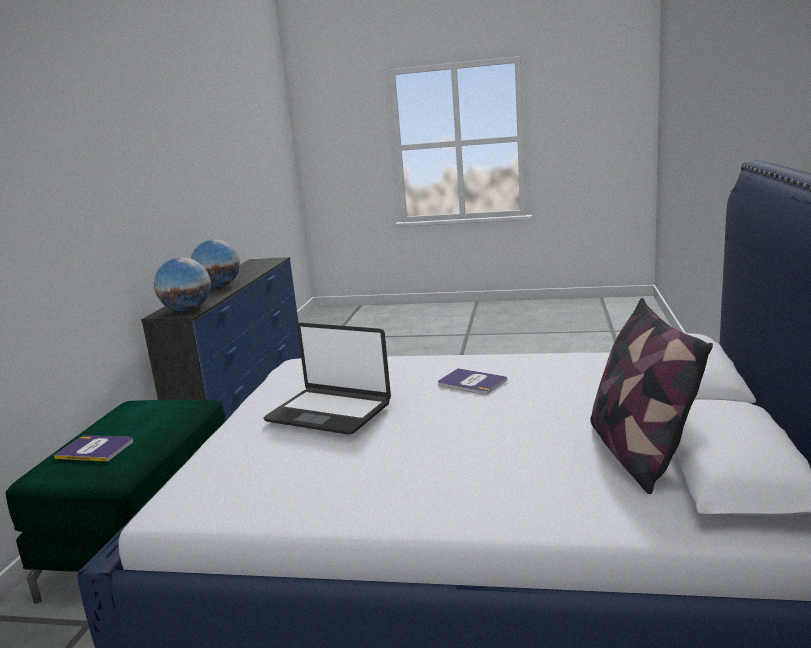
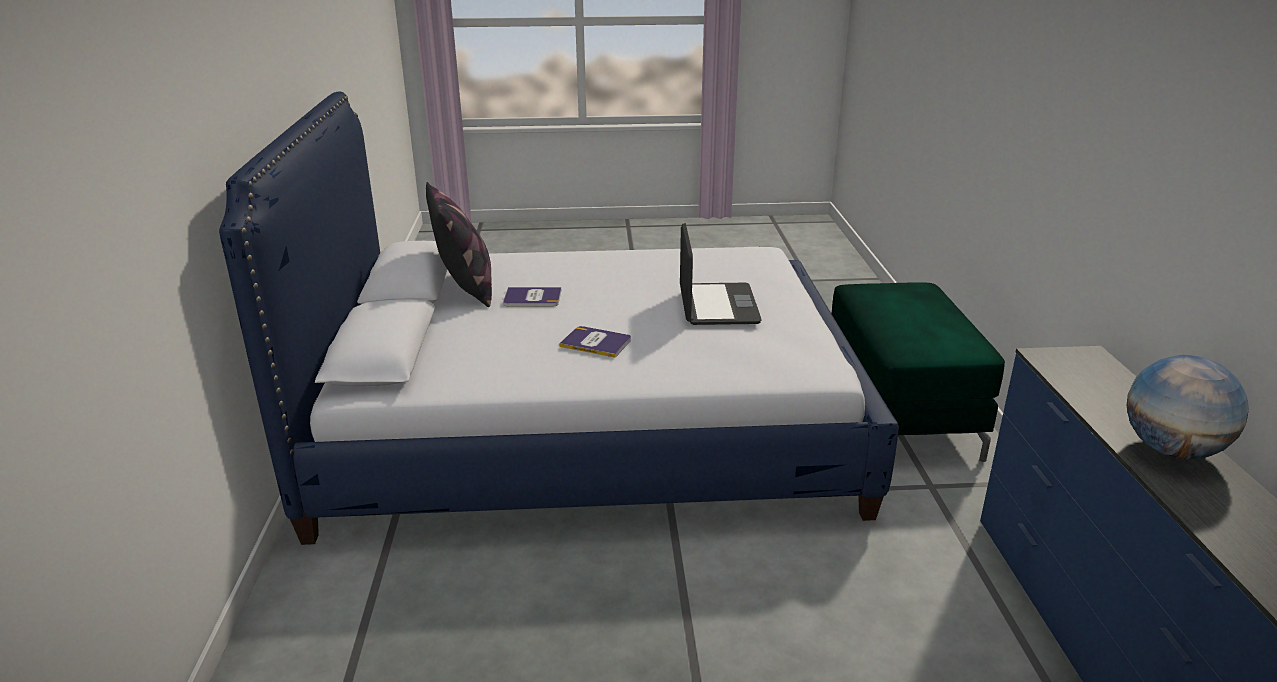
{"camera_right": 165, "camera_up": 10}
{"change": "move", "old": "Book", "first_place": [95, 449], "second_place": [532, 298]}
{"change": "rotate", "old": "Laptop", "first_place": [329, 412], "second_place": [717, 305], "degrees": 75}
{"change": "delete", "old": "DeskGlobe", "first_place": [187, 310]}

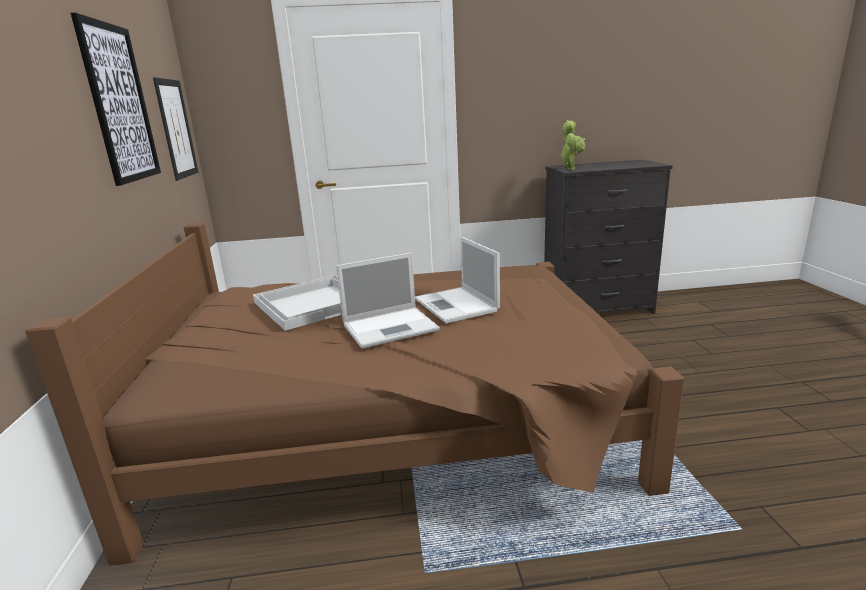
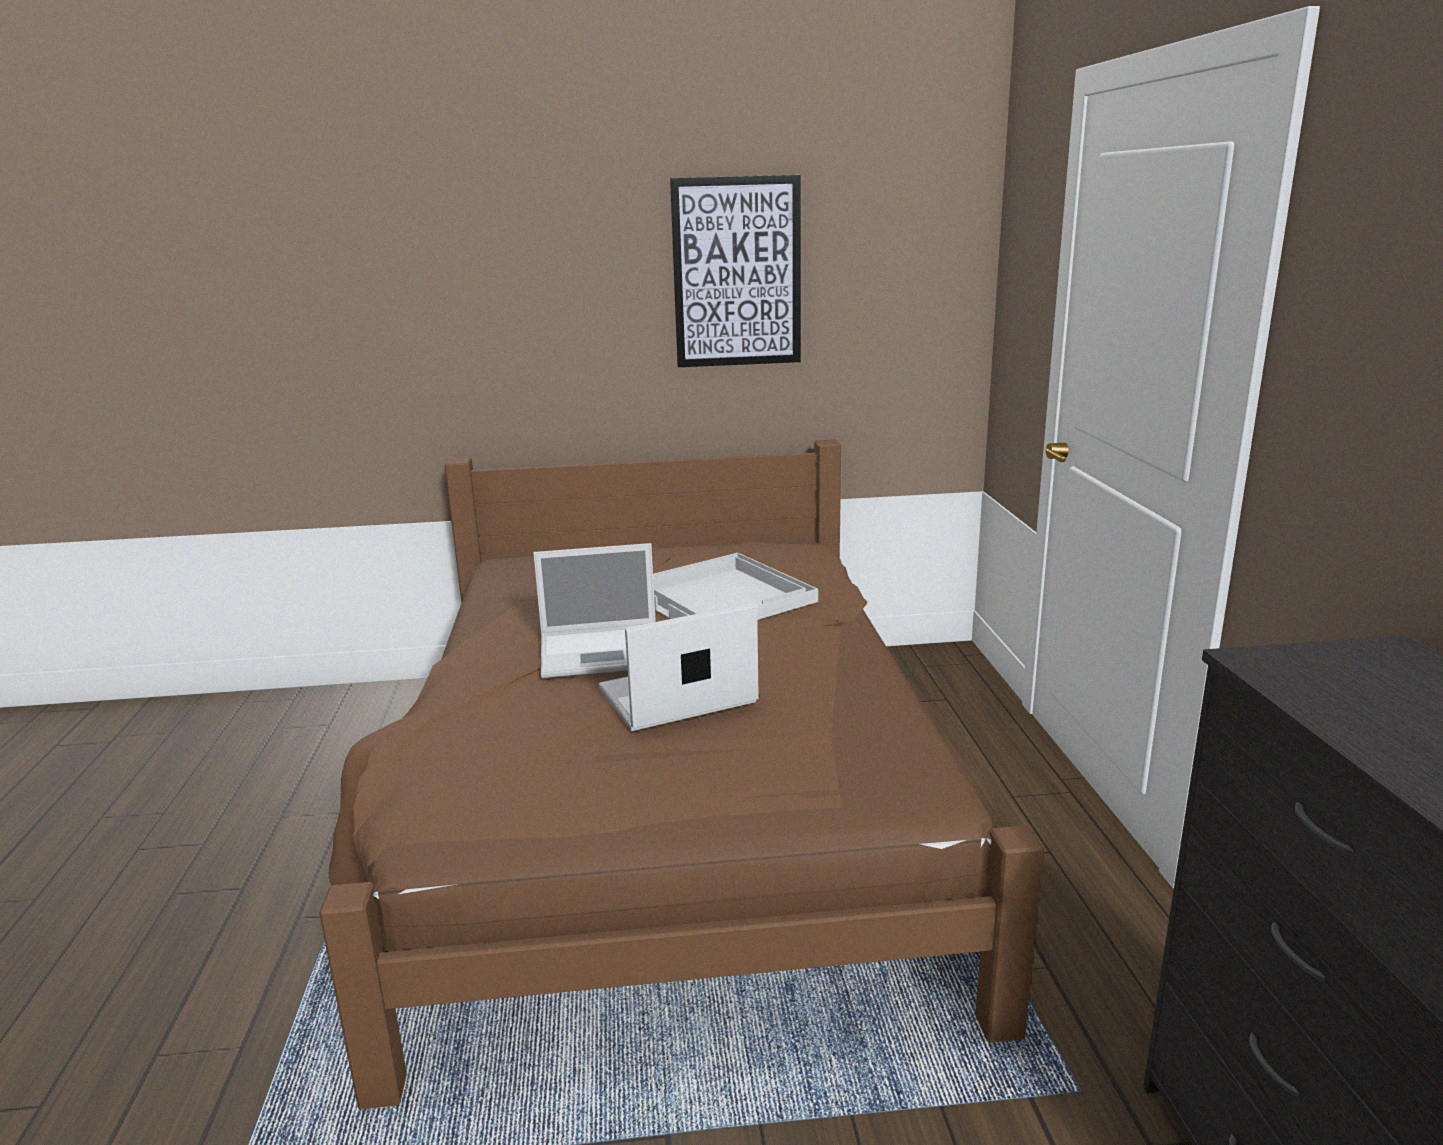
{"camera_right": 90, "camera_up": 0}
{"change": "rotate", "old": "Laptop", "first_place": [392, 327], "second_place": [604, 652], "degrees": -75}
{"change": "delete", "old": "WallPicture", "first_place": [176, 129]}
{"change": "delete", "old": "PottedPlant", "first_place": [570, 169]}

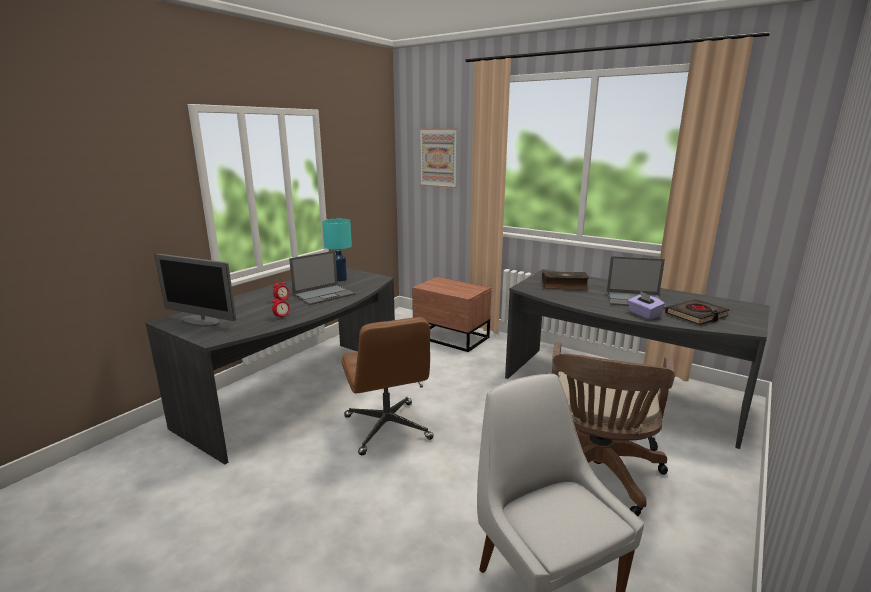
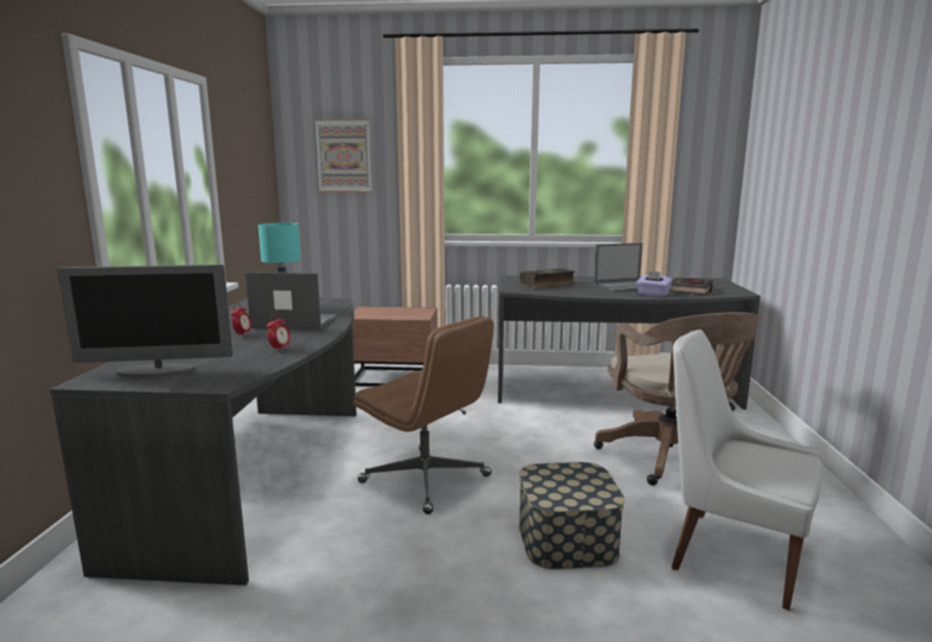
{"camera_right": -30, "camera_up": -5}
{"change": "rotate", "old": "Laptop", "first_place": [324, 294], "second_place": [293, 322], "degrees": -105}
{"change": "insert", "new": "StorageContainer", "second_place": [567, 539]}

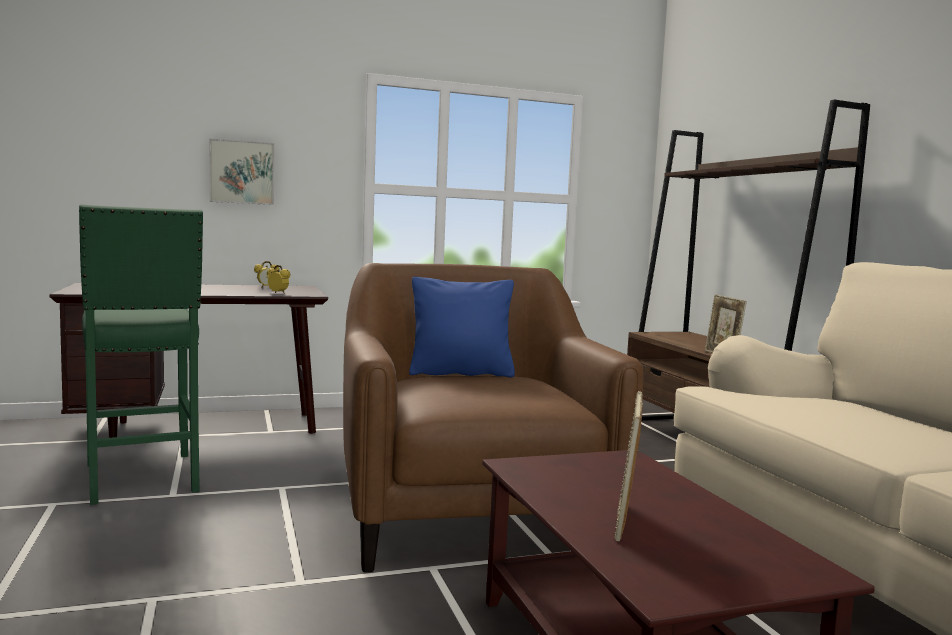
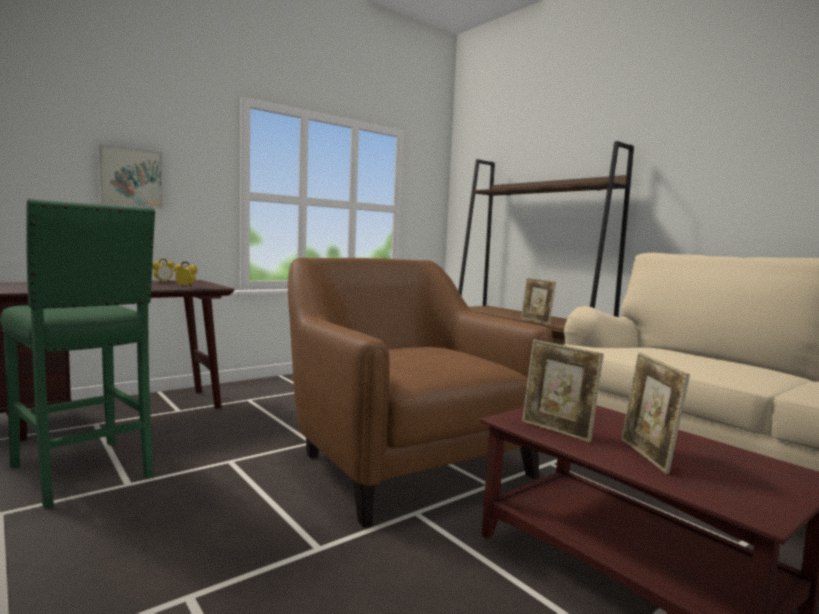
{"camera_right": -20, "camera_up": 0}
{"change": "insert", "new": "StandingFrame", "second_place": [557, 431]}
{"change": "delete", "old": "BlueColouredCushion", "first_place": [461, 373]}

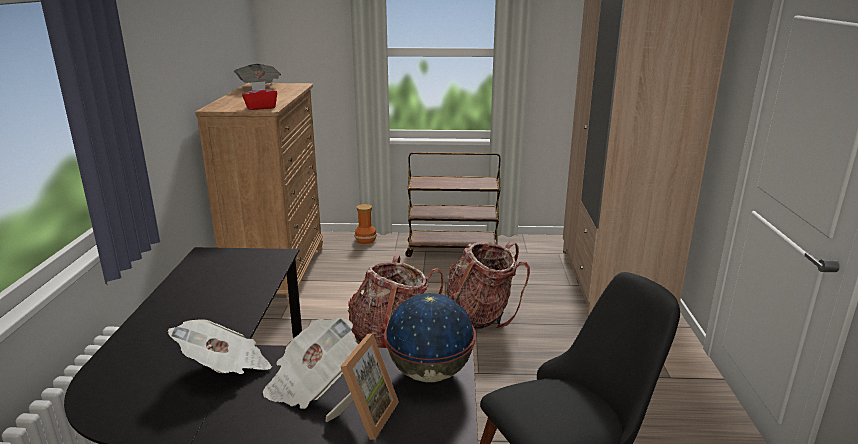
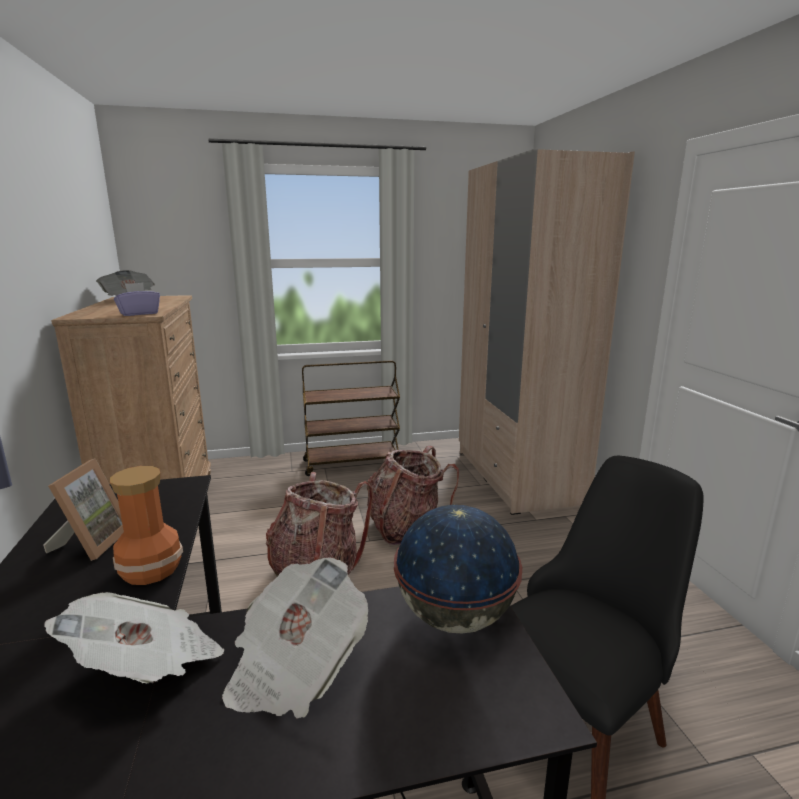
{"camera_right": -15, "camera_up": -5}
{"change": "move", "old": "StandingFrame", "first_place": [365, 416], "second_place": [92, 542]}
{"change": "move", "old": "Vase", "first_place": [365, 240], "second_place": [150, 570]}
{"change": "recolor", "old": "RedColouredTissueHolder", "new": "PurpleTissueHolder", "first_place": [260, 107], "second_place": [139, 314]}

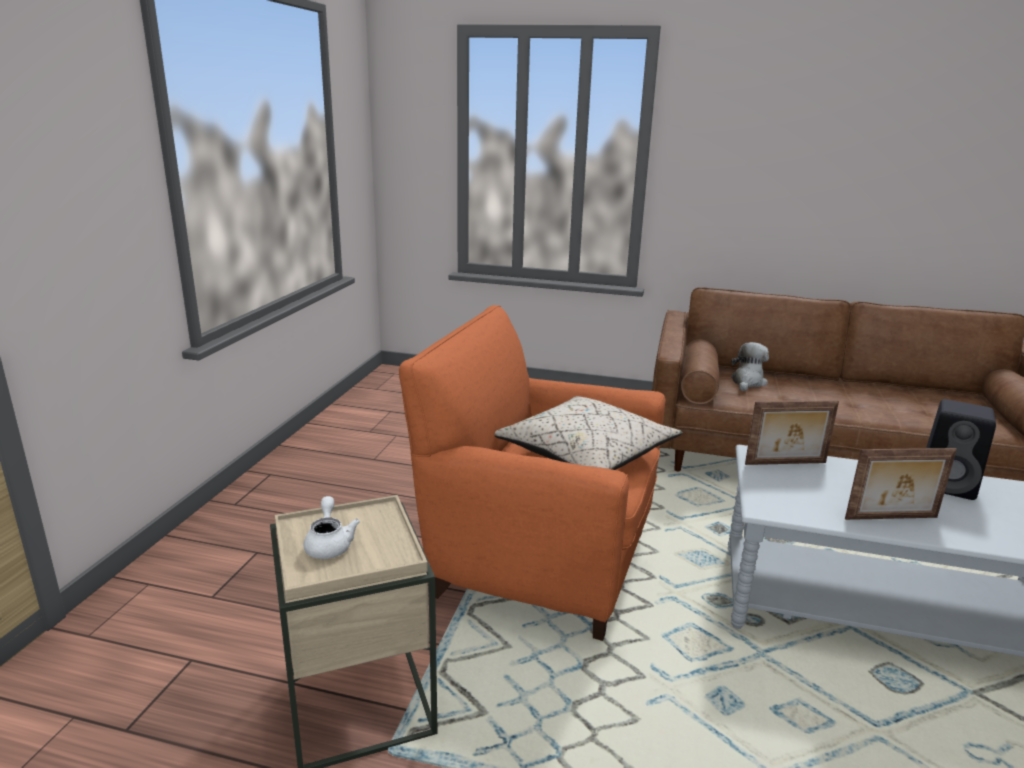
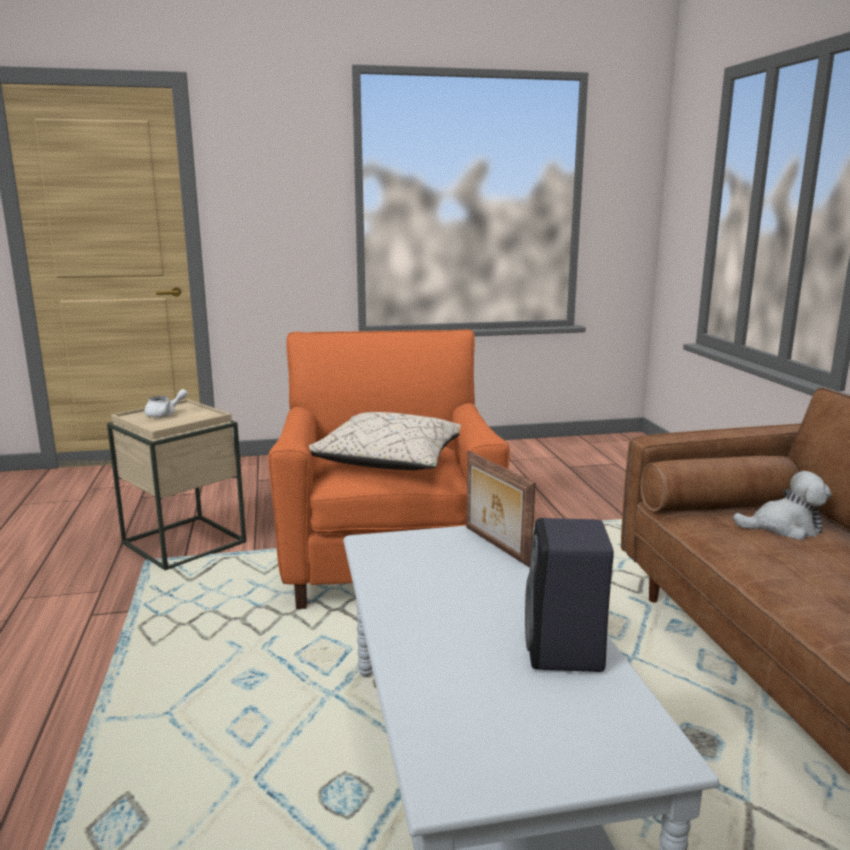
{"camera_right": 65, "camera_up": -5}
{"change": "delete", "old": "StandingFrame", "first_place": [892, 519]}

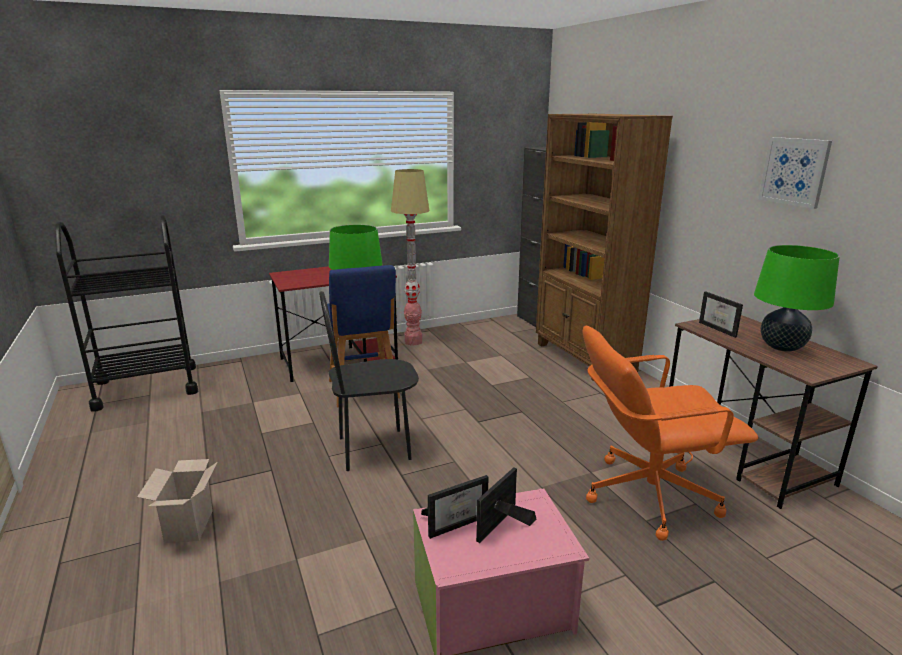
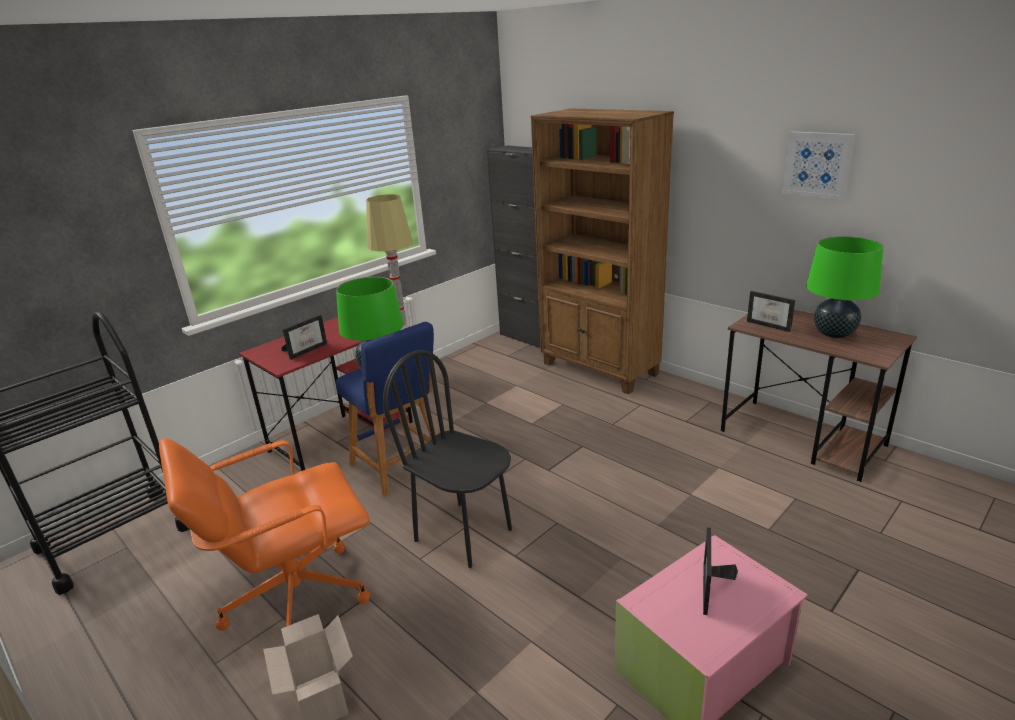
{"camera_right": -20, "camera_up": 5}
{"change": "move", "old": "OrangeColouredOfficeChair", "first_place": [648, 495], "second_place": [294, 597]}
{"change": "move", "old": "StandingFrame", "first_place": [456, 522], "second_place": [306, 350]}
{"change": "rotate", "old": "BlackishChair", "first_place": [374, 449], "second_place": [464, 534], "degrees": 75}

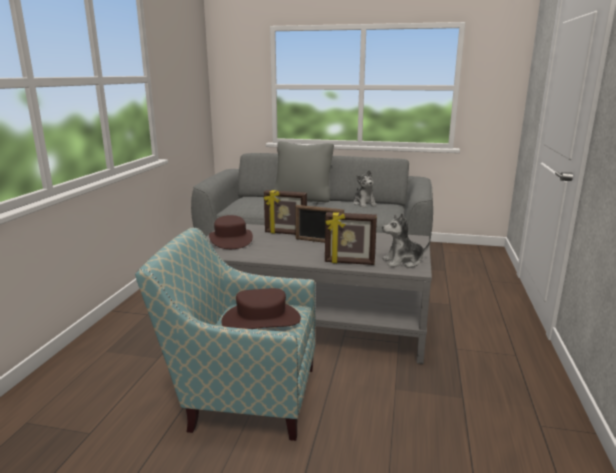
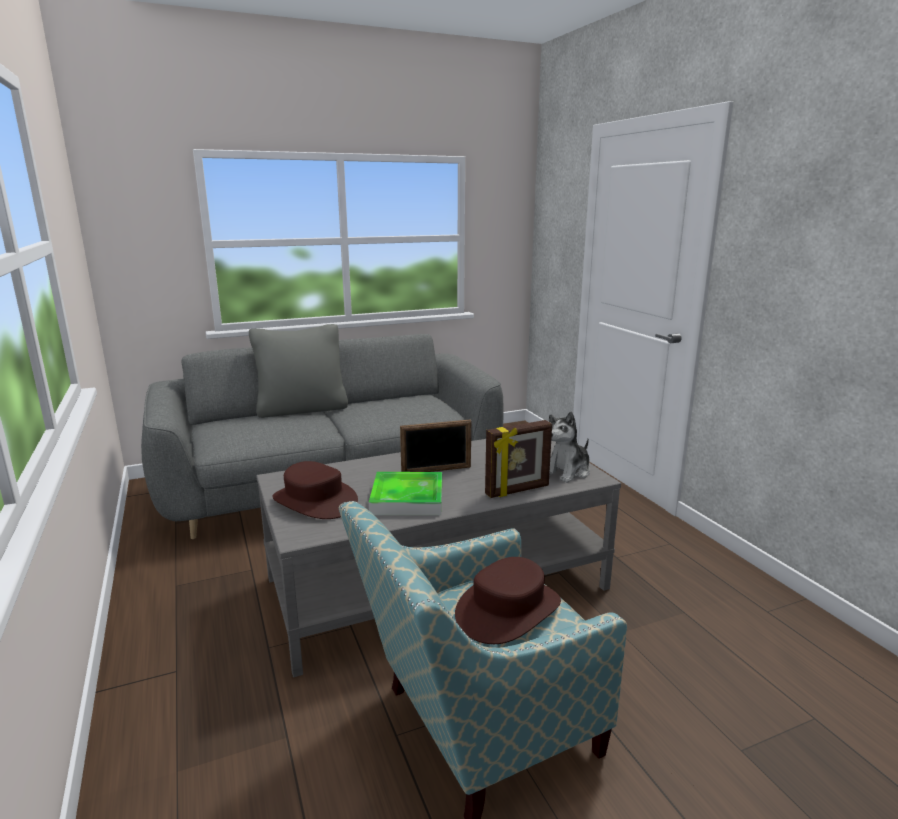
{"camera_right": -35, "camera_up": 0}
{"change": "insert", "new": "ServingTray", "second_place": [407, 498]}
{"change": "delete", "old": "StandingFrame", "first_place": [285, 233]}
{"change": "delete", "old": "CuddlyToy", "first_place": [364, 204]}

